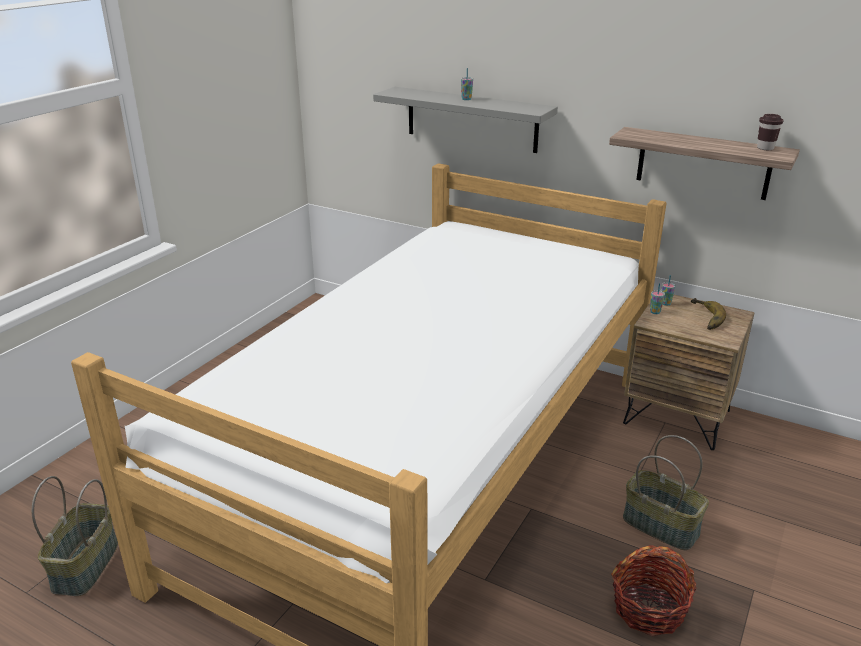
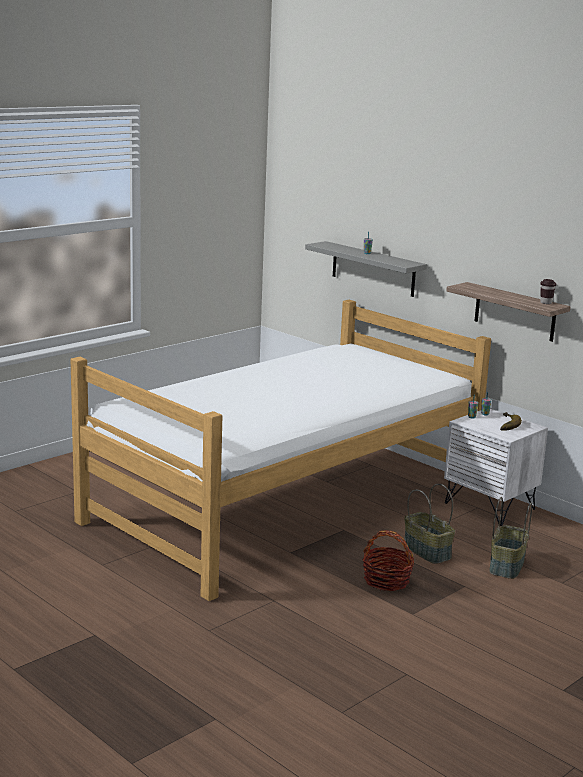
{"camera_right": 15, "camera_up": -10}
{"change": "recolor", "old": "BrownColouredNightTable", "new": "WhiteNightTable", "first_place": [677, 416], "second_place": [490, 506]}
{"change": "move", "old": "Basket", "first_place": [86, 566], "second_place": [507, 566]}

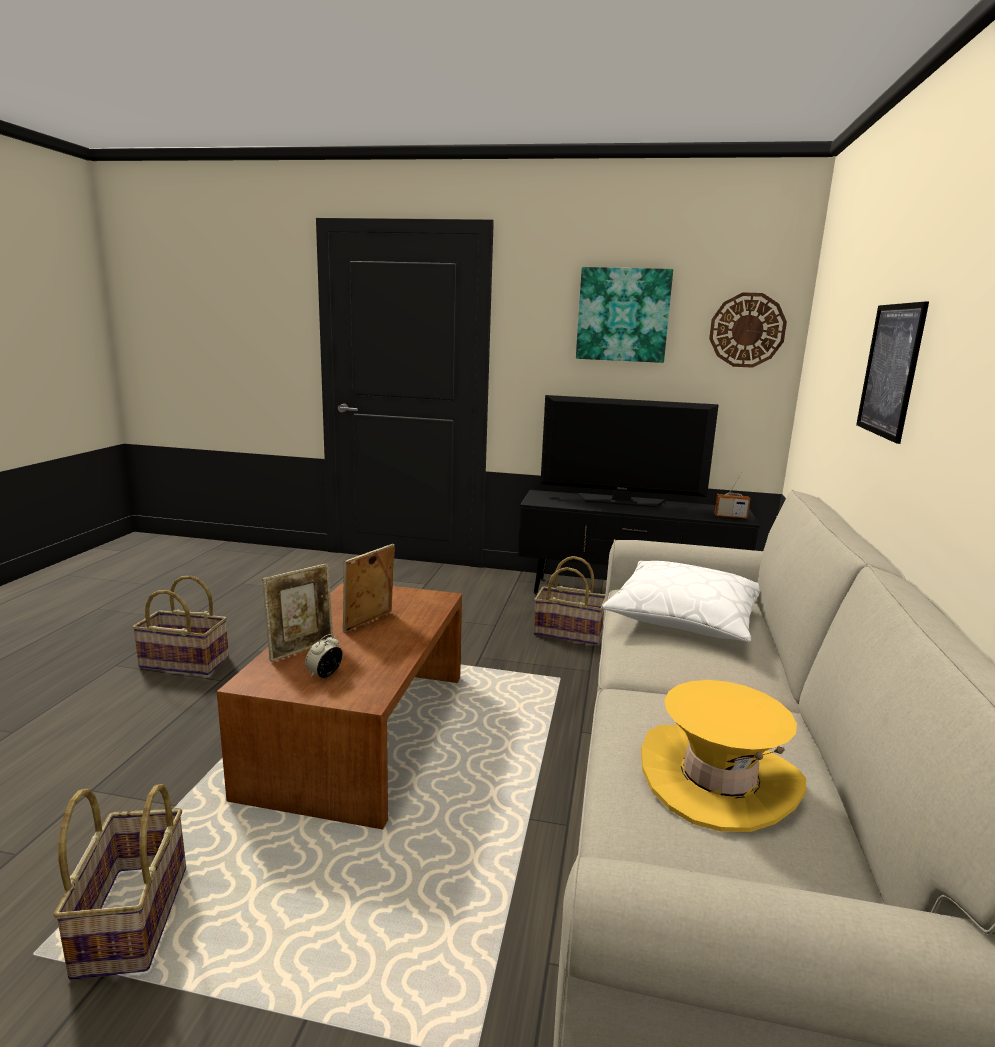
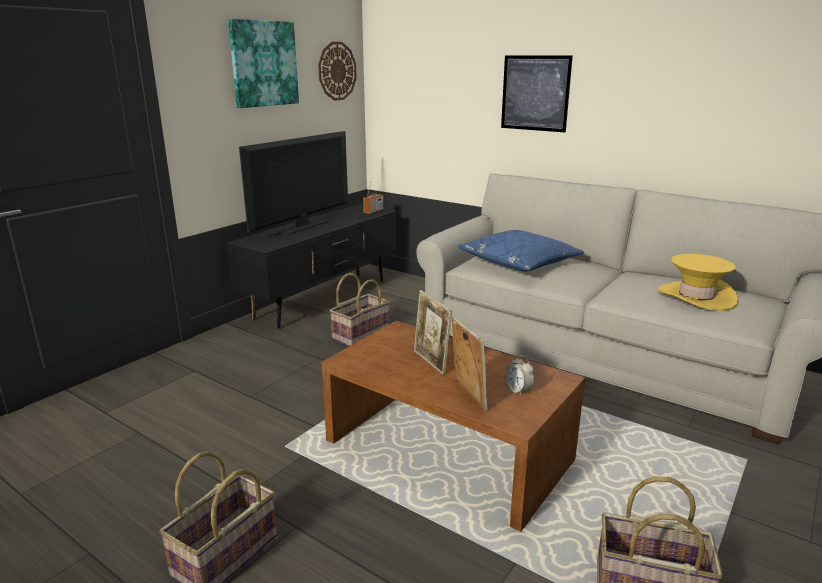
{"camera_right": -65, "camera_up": 5}
{"change": "recolor", "old": "WhiteCushion", "new": "BlueColouredCushion", "first_place": [685, 616], "second_place": [519, 262]}

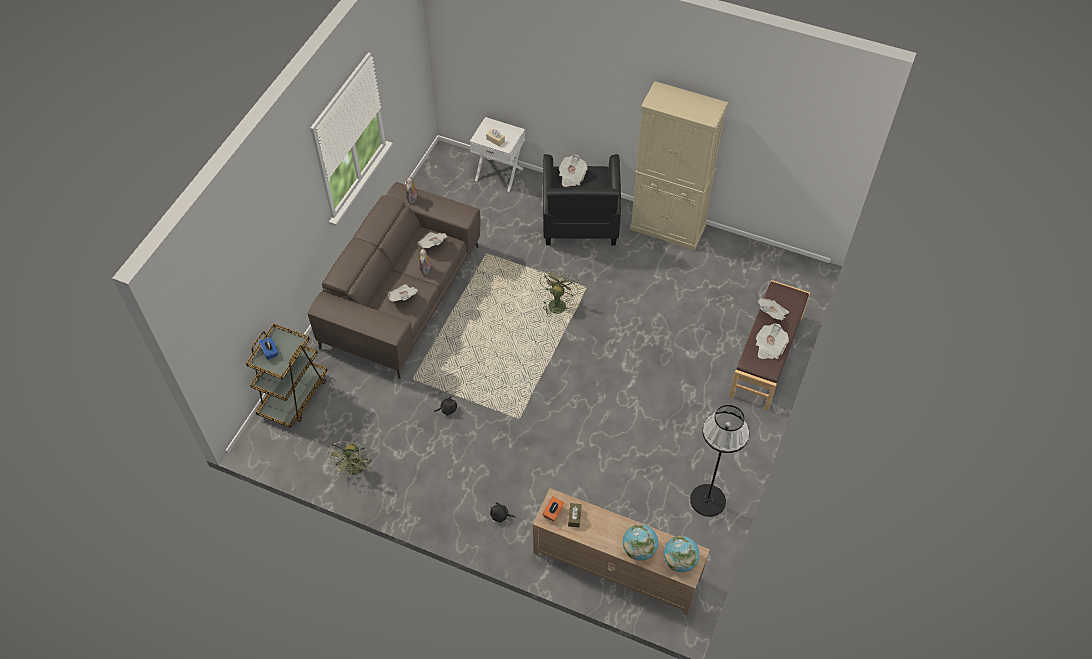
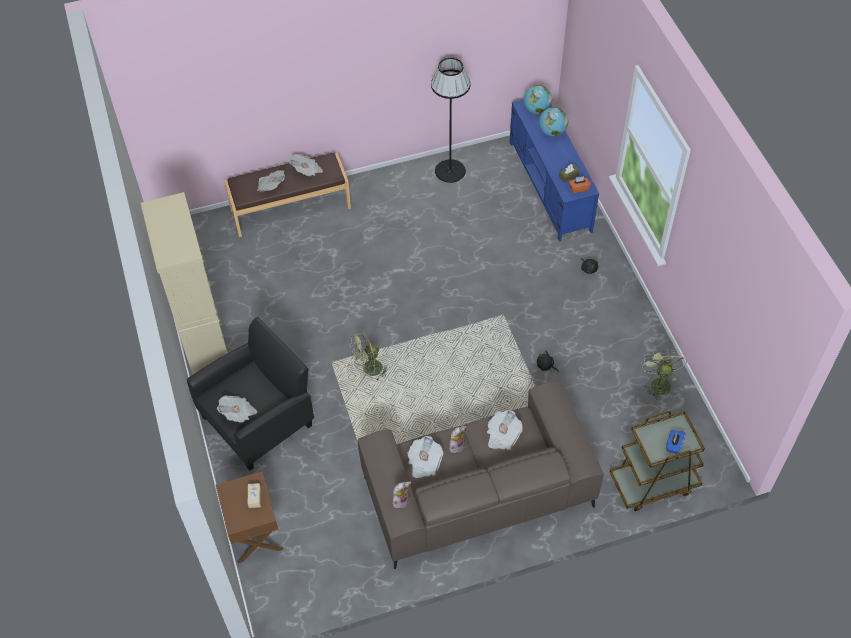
{"camera_right": -130, "camera_up": 0}
{"change": "recolor", "old": "WhiteNightTable", "new": "BrownColouredNightTable", "first_place": [499, 173], "second_place": [254, 535]}
{"change": "recolor", "old": "SandColouredTvStand", "new": "BlueColouredTvStand", "first_place": [616, 565], "second_place": [550, 186]}
{"change": "rotate", "old": "GreenFan", "first_place": [355, 470], "second_place": [658, 382], "degrees": -60}

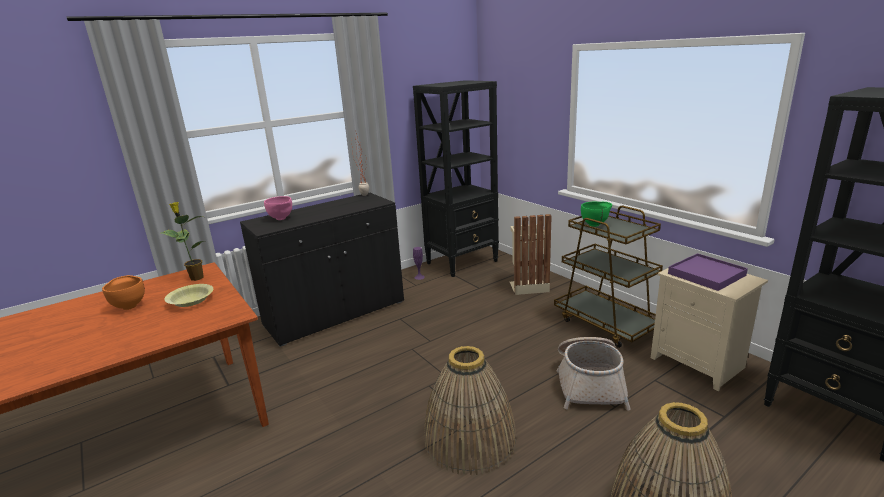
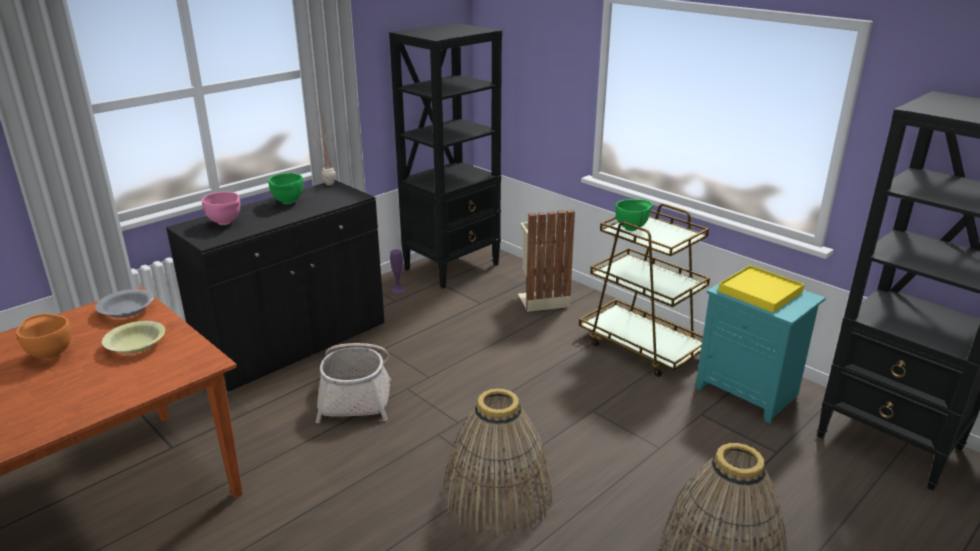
{"camera_right": -10, "camera_up": 5}
{"change": "replace", "old": "PottedPlant", "new": "GreyDeepDish", "first_place": [196, 277], "second_place": [127, 310]}
{"change": "insert", "new": "GreenDeepDish", "second_place": [287, 203]}
{"change": "move", "old": "Basket", "first_place": [589, 383], "second_place": [356, 394]}
{"change": "recolor", "old": "SandColouredNightTable", "new": "TurquoiseNightTable", "first_place": [699, 363], "second_place": [749, 392]}
{"change": "recolor", "old": "PurpleServingTray", "new": "YellowishServingTray", "first_place": [706, 274], "second_place": [760, 291]}

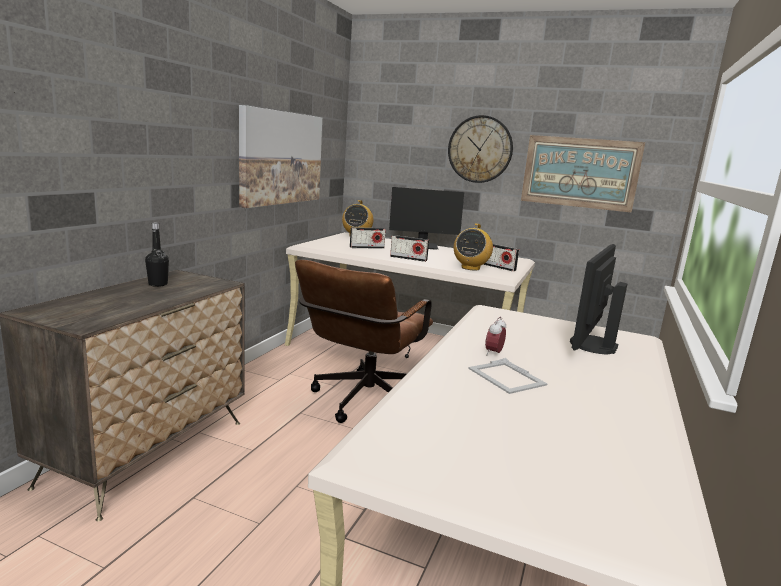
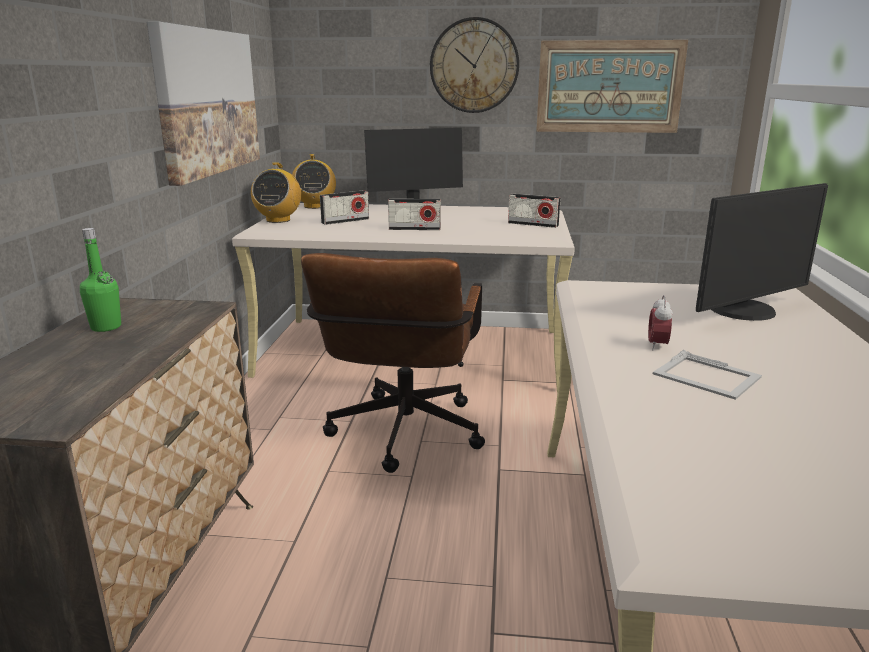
{"camera_right": -15, "camera_up": 5}
{"change": "recolor", "old": "BlackishBottle", "new": "GreenBottle", "first_place": [158, 284], "second_place": [106, 327]}
{"change": "move", "old": "Radio", "first_place": [470, 268], "second_place": [278, 220]}
{"change": "rotate", "old": "ComputerDisplay", "first_place": [591, 344], "second_place": [745, 311], "degrees": -135}

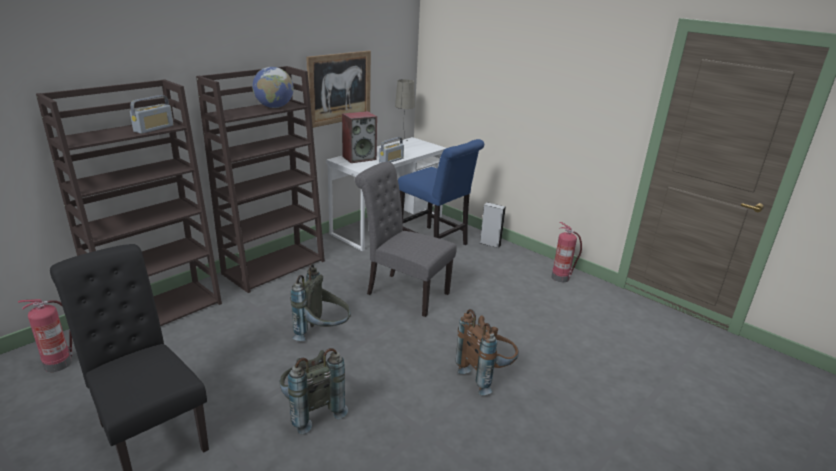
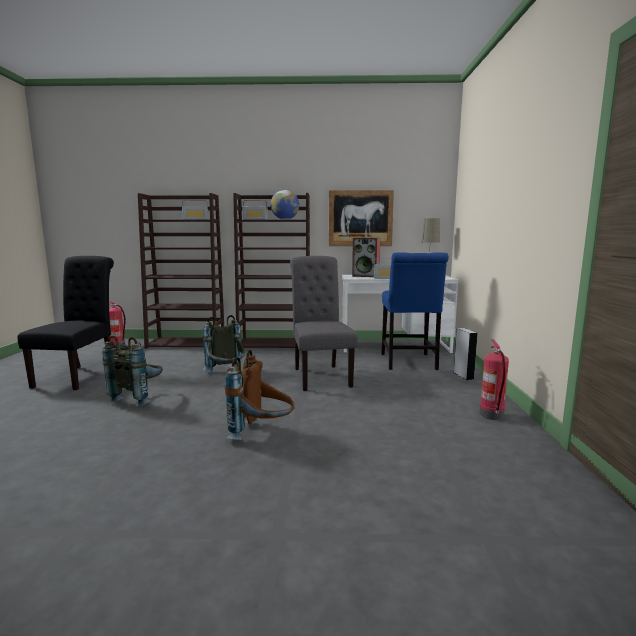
{"camera_right": 50, "camera_up": -15}
{"change": "insert", "new": "Radio", "second_place": [255, 219]}

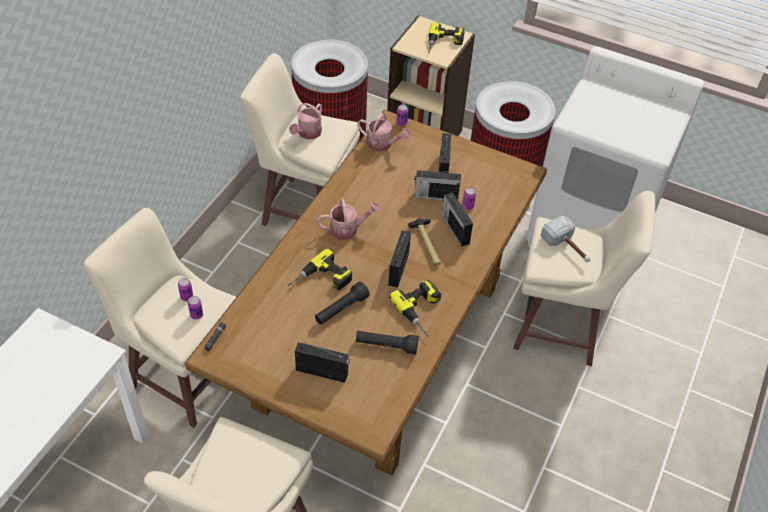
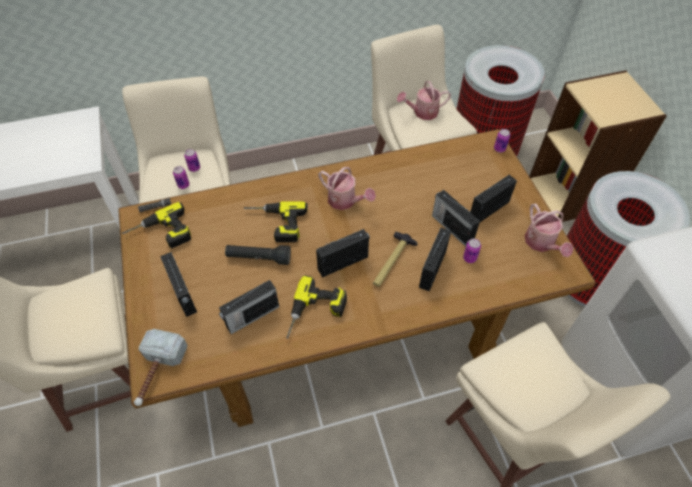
{"camera_right": 50, "camera_up": 5}
{"change": "move", "old": "Drill", "first_place": [444, 44], "second_place": [160, 234]}
{"change": "move", "old": "ToolHammer", "first_place": [567, 247], "second_place": [157, 373]}
{"change": "replace", "old": "BlackishFlashlight", "new": "Radio", "first_place": [386, 346], "second_place": [251, 316]}
{"change": "move", "old": "SprinklingCan", "first_place": [382, 144], "second_place": [542, 243]}

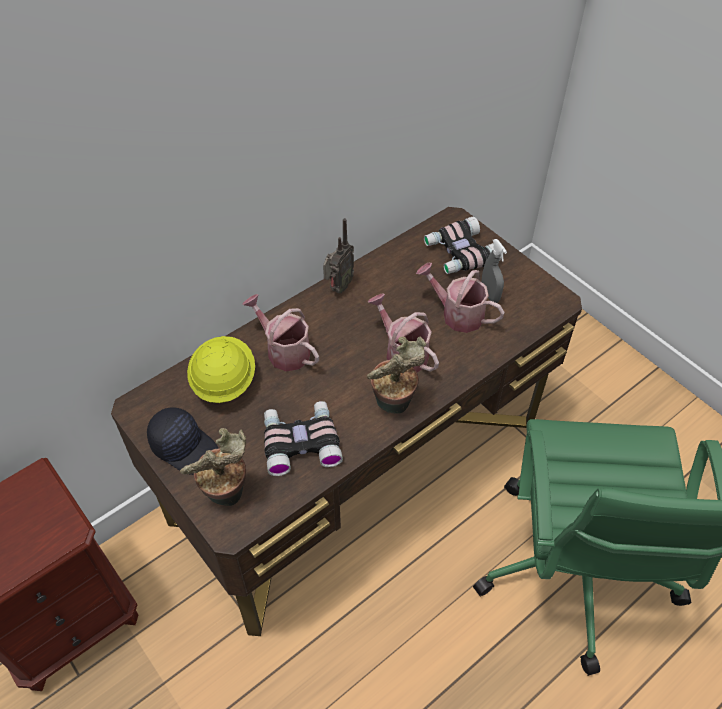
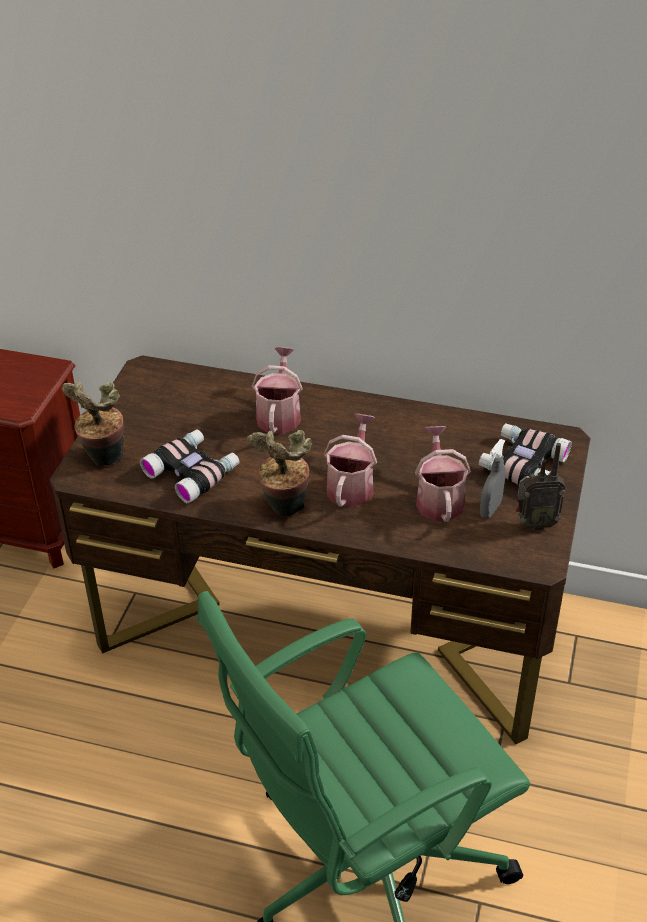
{"camera_right": 55, "camera_up": -10}
{"change": "move", "old": "Radio", "first_place": [338, 288], "second_place": [534, 524]}
{"change": "delete", "old": "BlackishPeakedCap", "first_place": [185, 447]}
{"change": "delete", "old": "YellowishWorkHelmet", "first_place": [223, 381]}

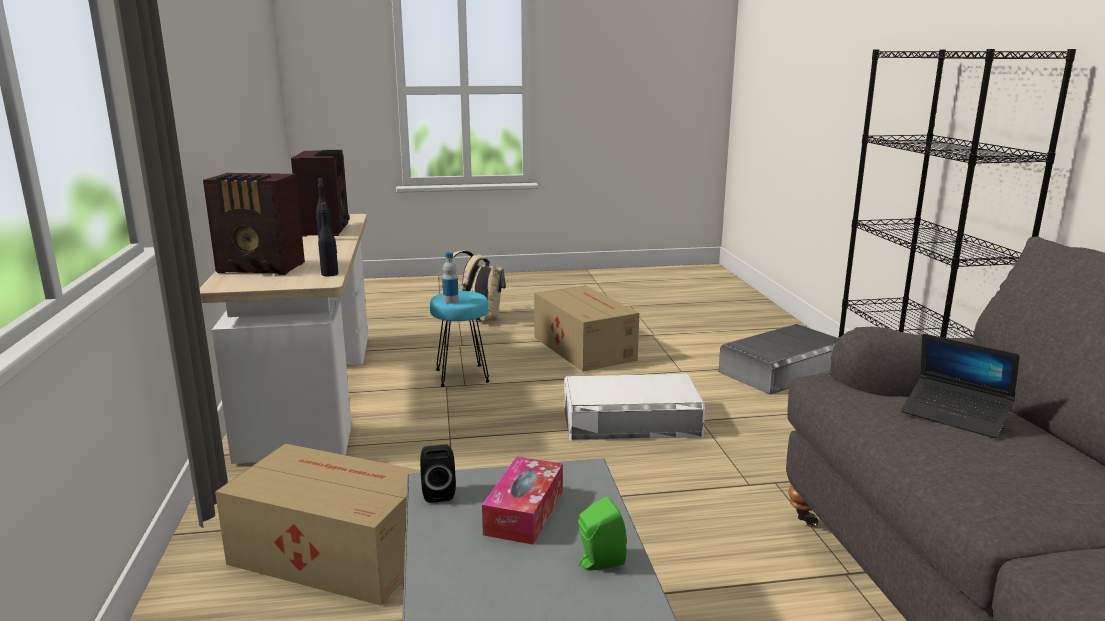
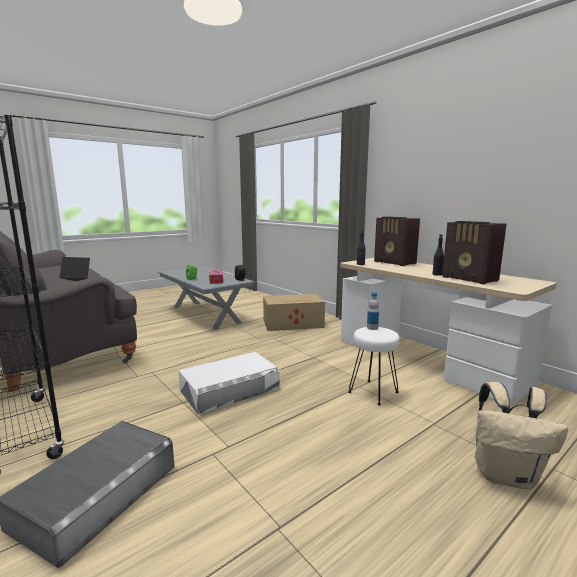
{"camera_right": 150, "camera_up": -5}
{"change": "recolor", "old": "TurquoiseStool", "new": "WhiteStool", "first_place": [461, 376], "second_place": [372, 392]}
{"change": "rotate", "old": "Radio", "first_place": [262, 268], "second_place": [395, 263], "degrees": -105}
{"change": "delete", "old": "PackingBox", "first_place": [583, 347]}

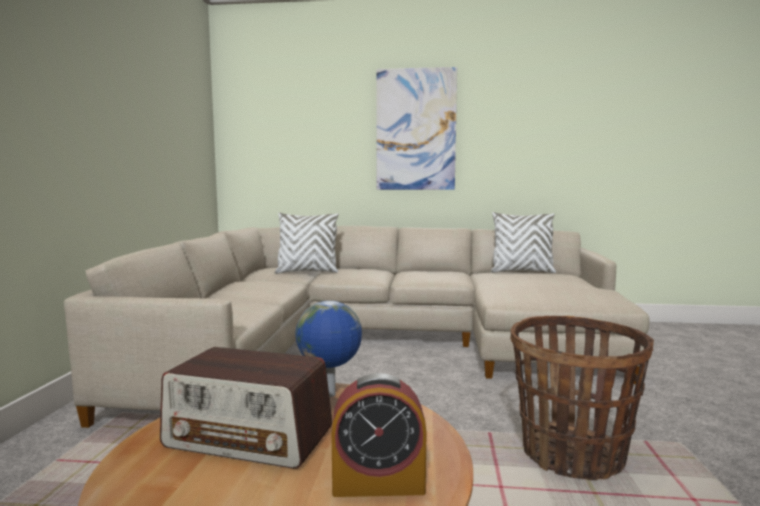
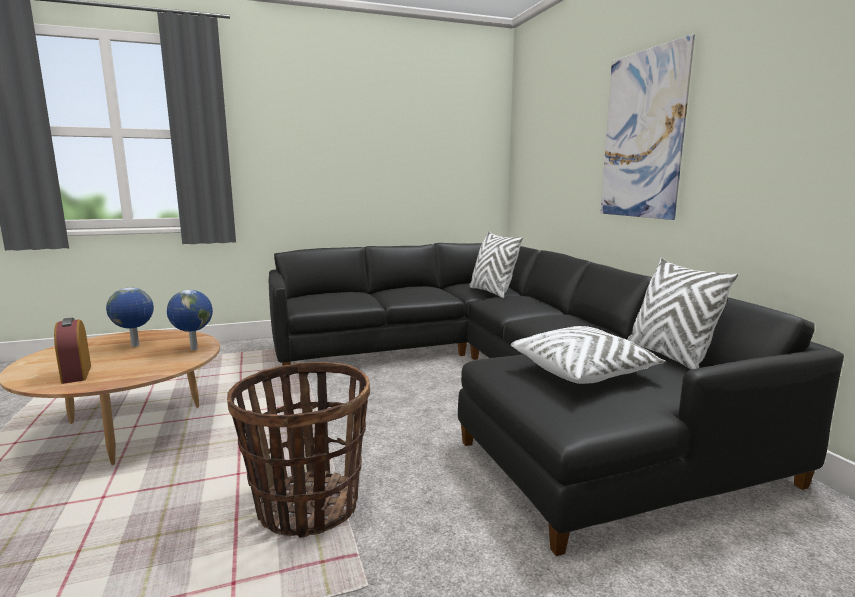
{"camera_right": 65, "camera_up": 5}
{"change": "replace", "old": "Radio", "new": "DeskGlobe", "first_place": [250, 438], "second_place": [135, 346]}
{"change": "recolor", "old": "SandColouredCouch", "new": "BlackishCouch", "first_place": [376, 345], "second_place": [493, 380]}
{"change": "insert", "new": "WhiteCushion", "second_place": [583, 372]}

